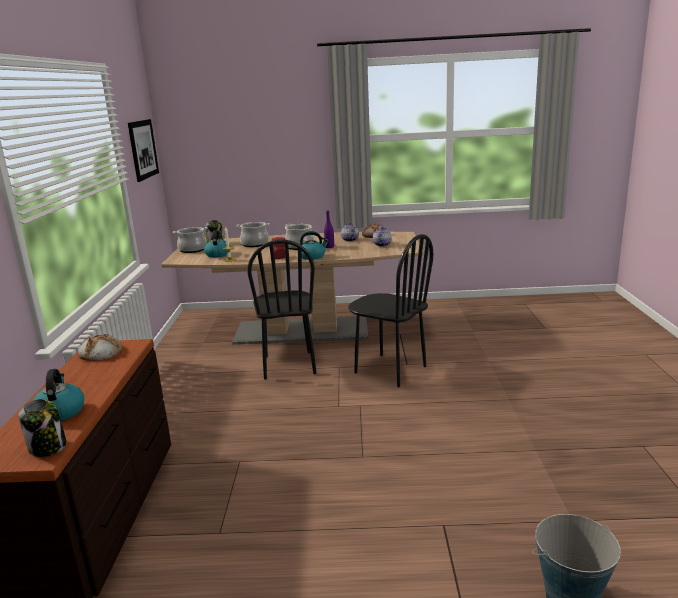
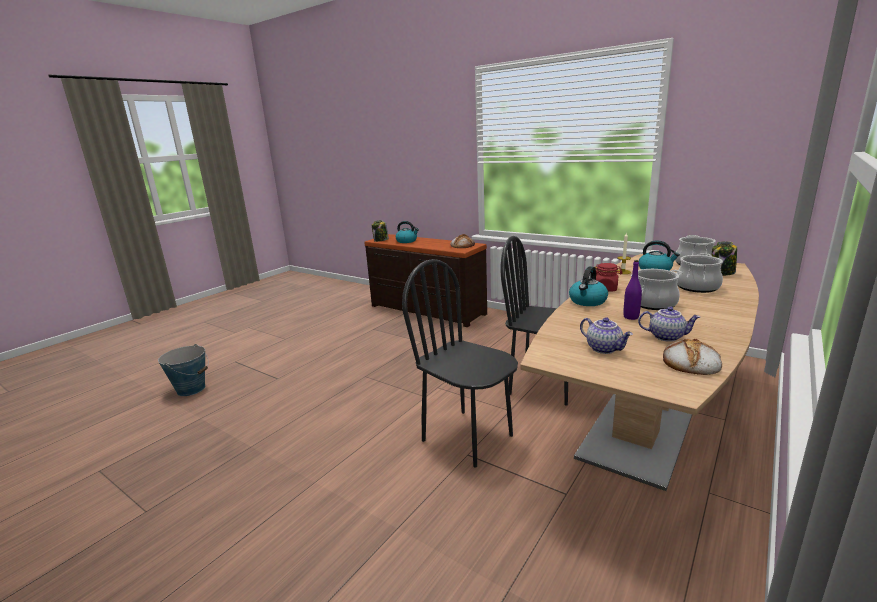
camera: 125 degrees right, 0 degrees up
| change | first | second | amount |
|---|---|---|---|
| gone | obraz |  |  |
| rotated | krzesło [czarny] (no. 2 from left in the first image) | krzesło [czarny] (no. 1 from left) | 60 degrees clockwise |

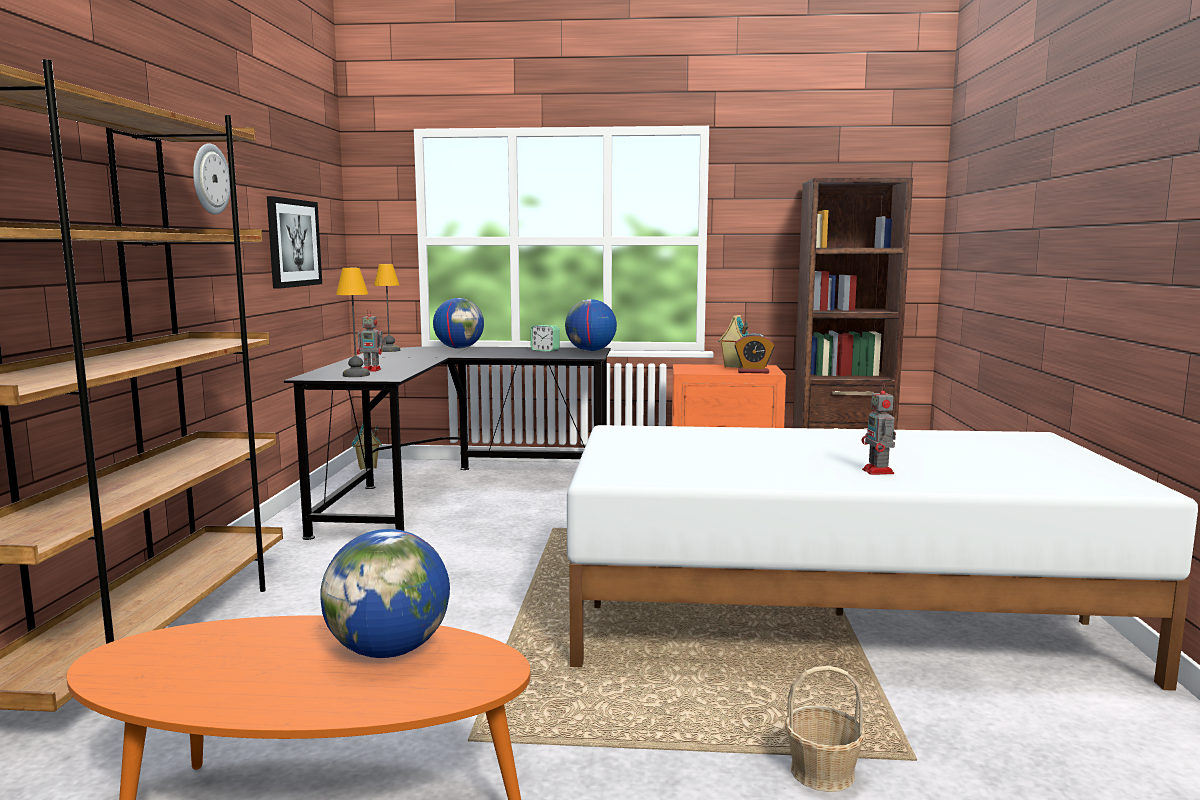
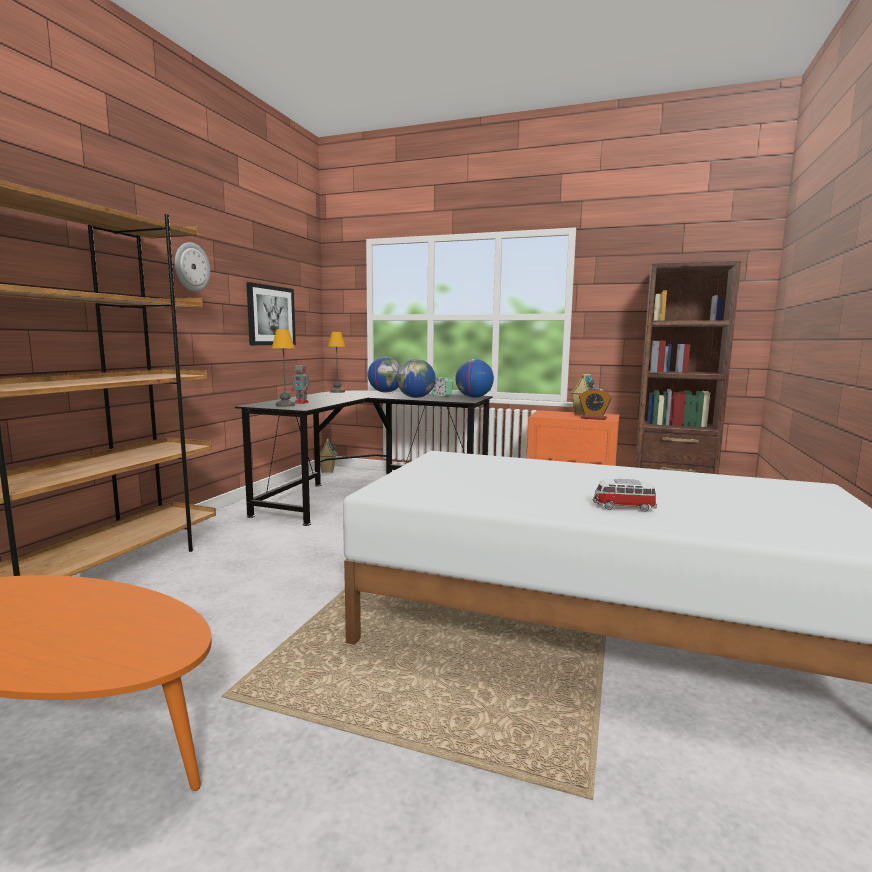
camera: 15 degrees right, 0 degrees up
| change | first | second | amount |
|---|---|---|---|
| gone | koszyk |  |  |
| shifted | globus (no. 1 from left in the first image) | globus (no. 2 from left) |  |
| swapped | robot zabawkowy (no. 2 from left) | samochodzik |  |

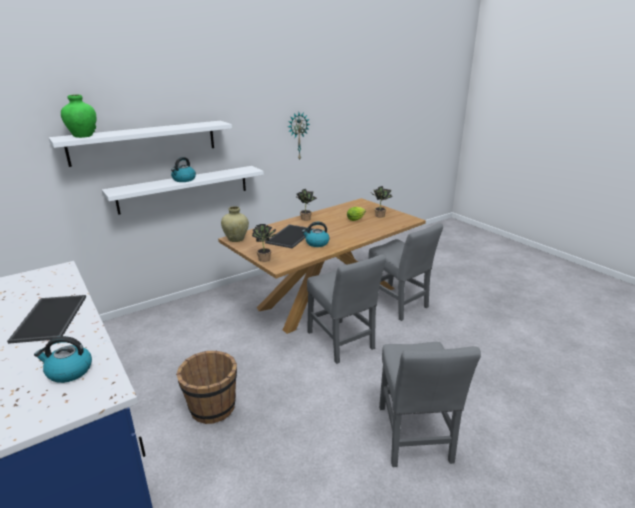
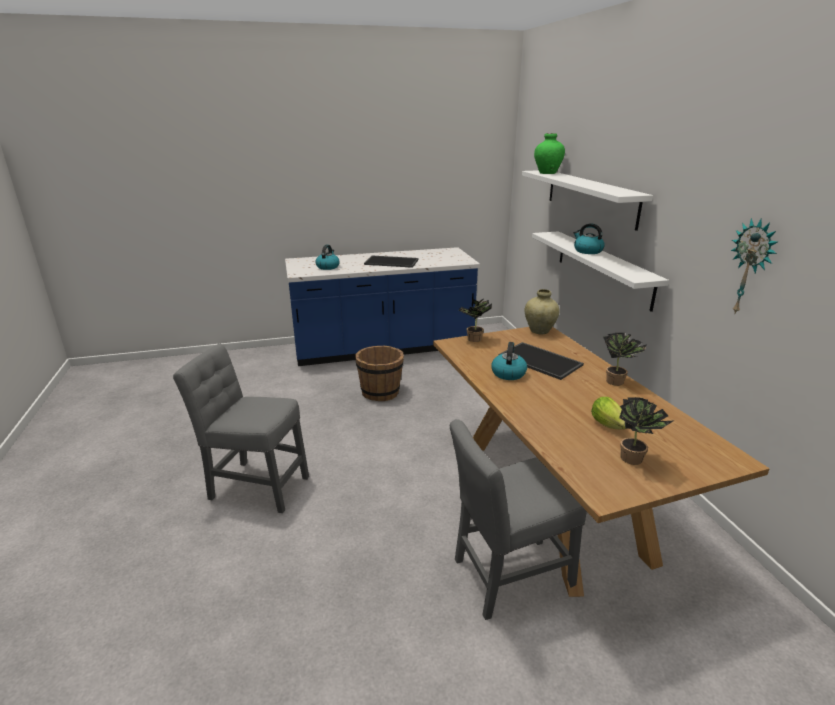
camera: 110 degrees right, 0 degrees up
| change | first | second | amount |
|---|---|---|---|
| gone | krzesło [szary] (no. 1 from left) |  |  |

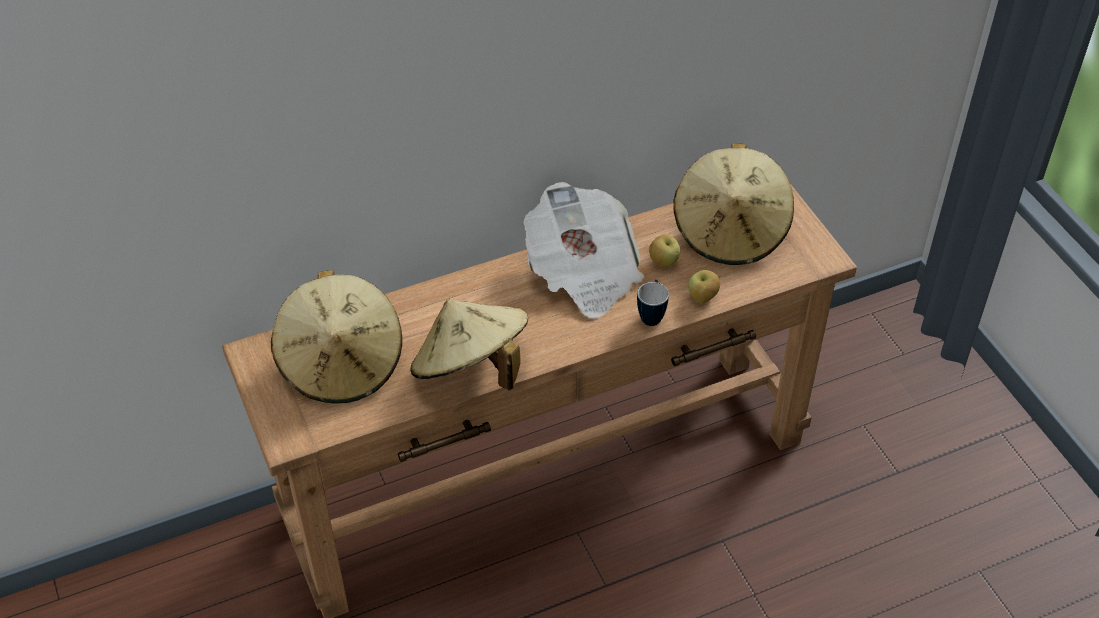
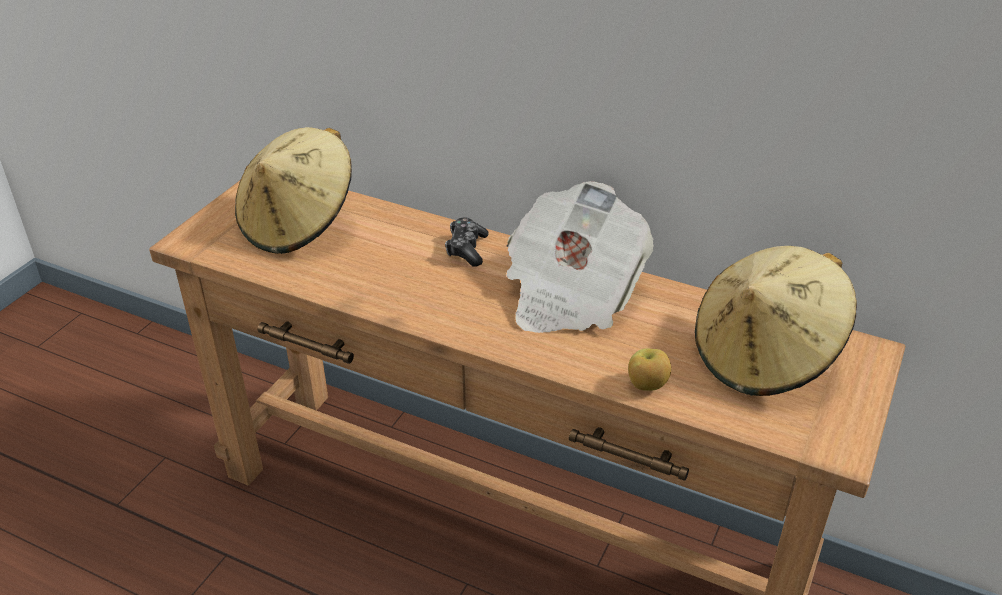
camera: 50 degrees right, 10 degrees down
| change | first | second | amount |
|---|---|---|---|
| gone | kapelusz [beżowy] (no. 2 from left) |  |  |
| gone | kubek |  |  |
| gone | jabłko (no. 1 from left) |  |  |
| new |  | pad do gier |  |

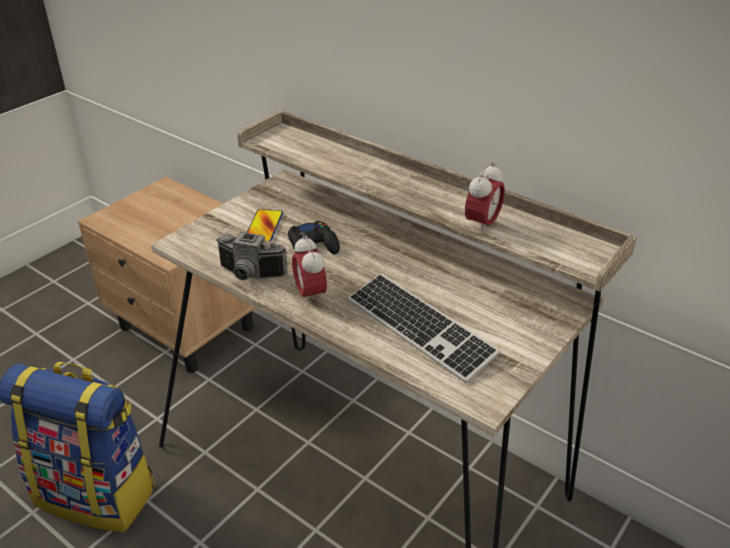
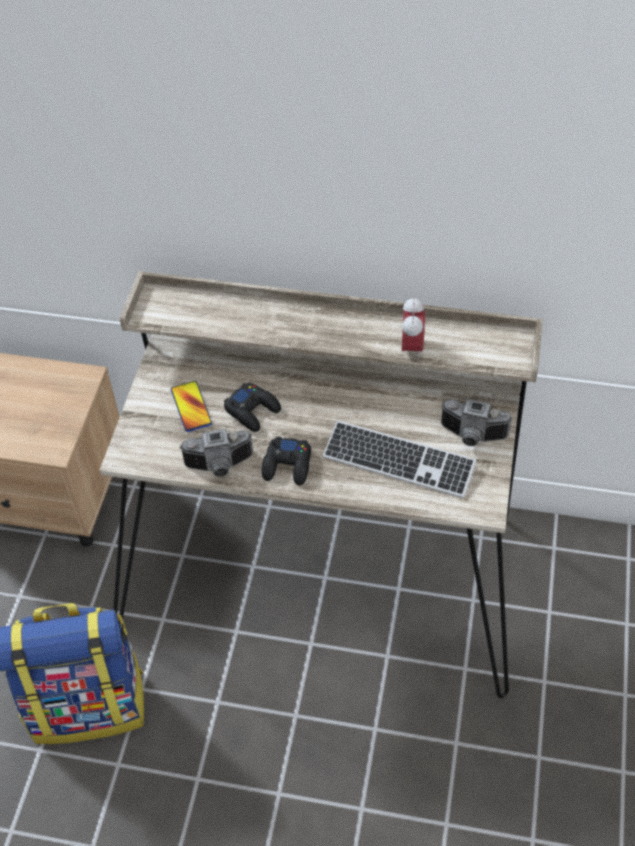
camera: 25 degrees left, 15 degrees up
| change | first | second | amount |
|---|---|---|---|
| new |  | aparat fotograficzny (no. 2 from left) |  |
| swapped | budzik (no. 1 from left) | pad do gier [czarny] (no. 2 from left) |  |

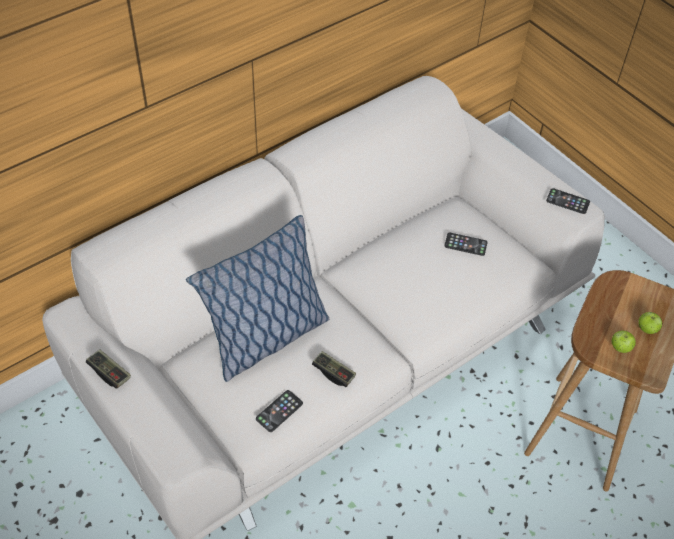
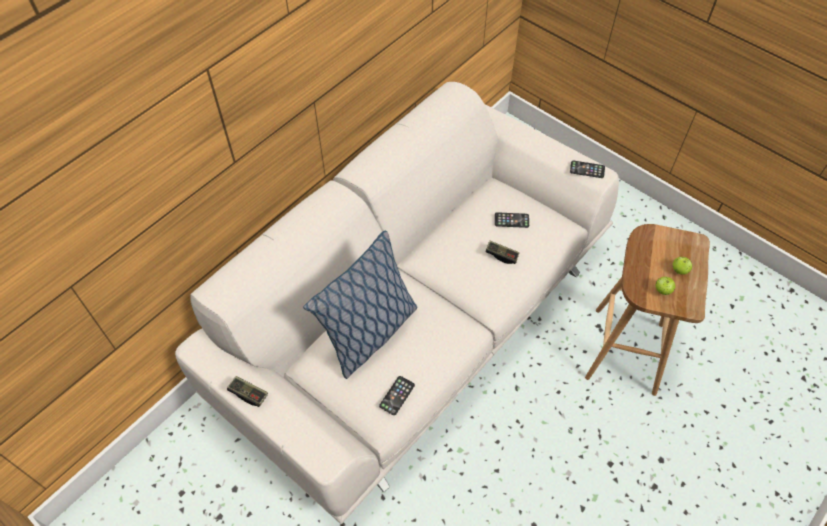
camera: 10 degrees left, 5 degrees up
| change | first | second | amount |
|---|---|---|---|
| shifted | pad do gier (no. 2 from left) |  |  |

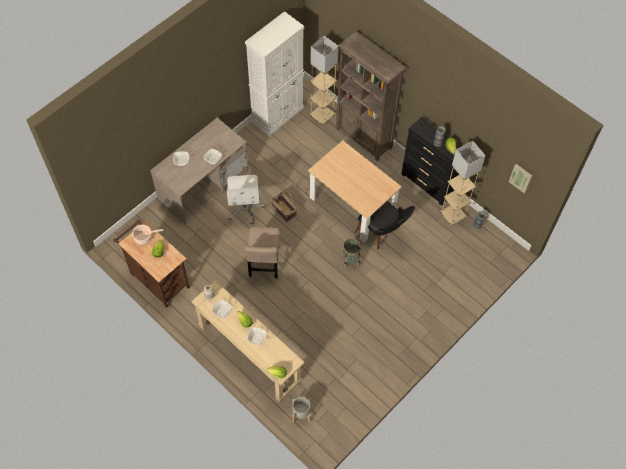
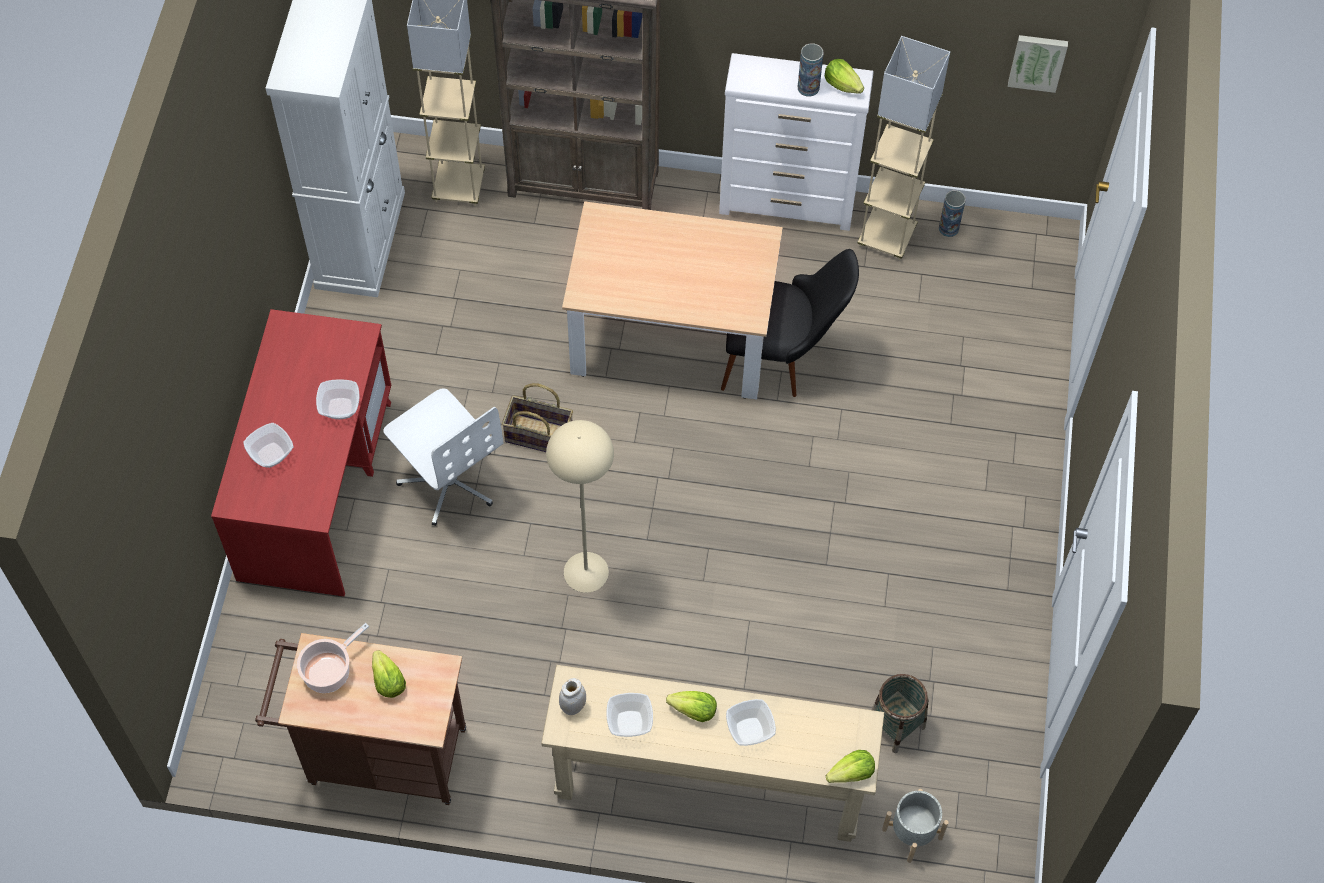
camera: 35 degrees left, 0 degrees up
| change | first | second | amount |
|---|---|---|---|
| shifted | koszyk (no. 2 from left) |  |  |
| swapped | krzesło [beżowy] | lampa stojąca [beżowy] (no. 2 from left) |  |
| repainted | biurko [beżowy] | biurko [czerwony] |  |
| repainted | komoda [czarny] | komoda [biały] |  |

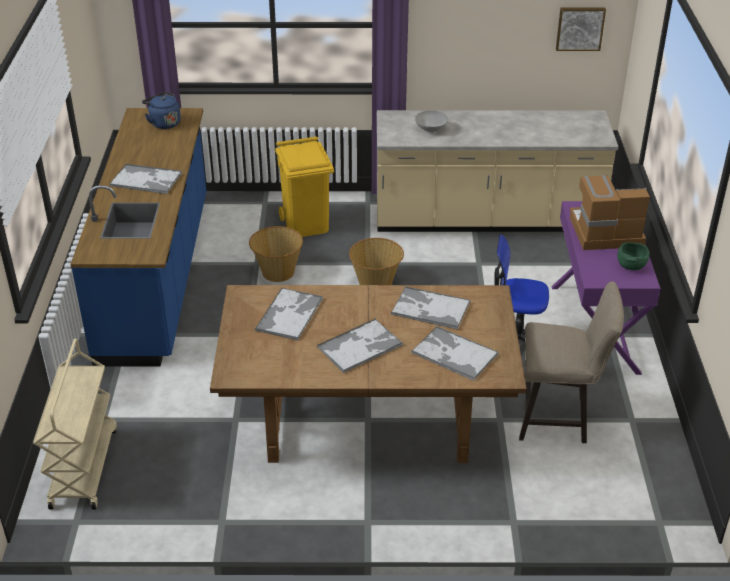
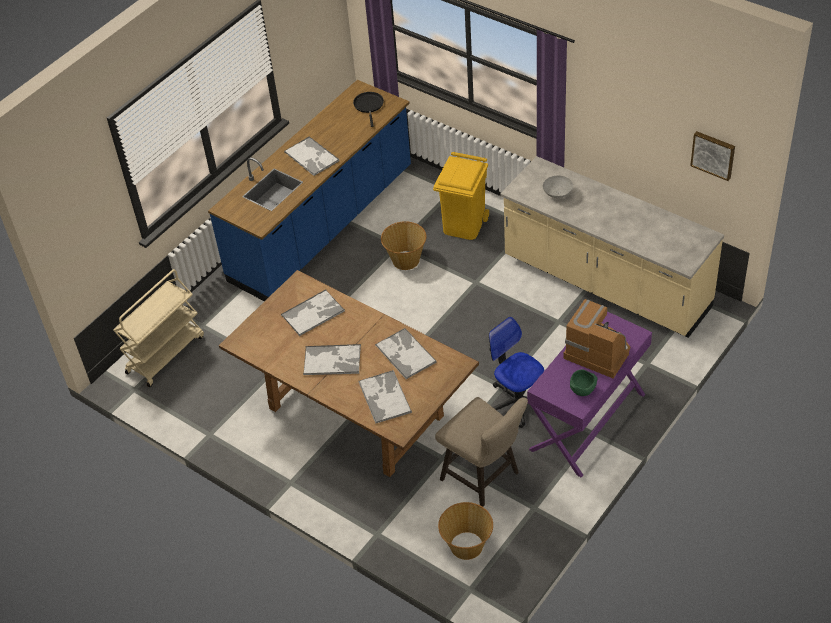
camera: 40 degrees right, 10 degrees up
| change | first | second | amount |
|---|---|---|---|
| shifted | koszyk (no. 2 from left) |  |  |
| swapped | czajnik [niebieski] | patelnia [czarny] |  |

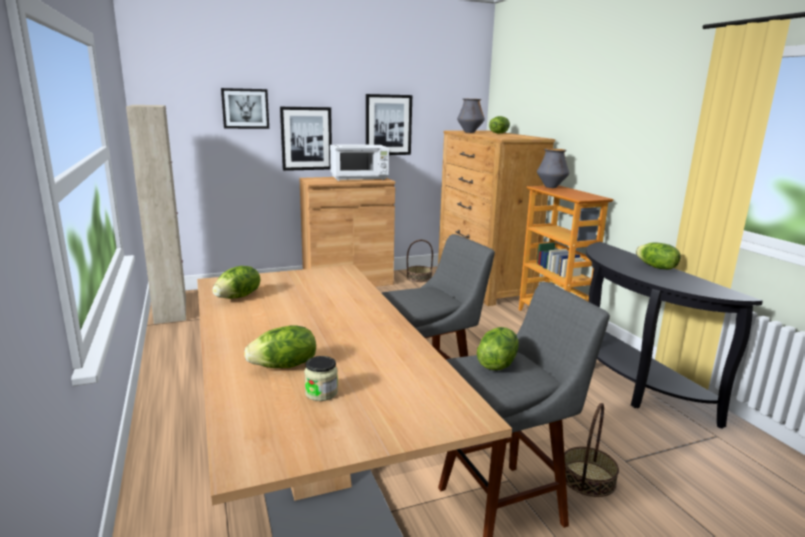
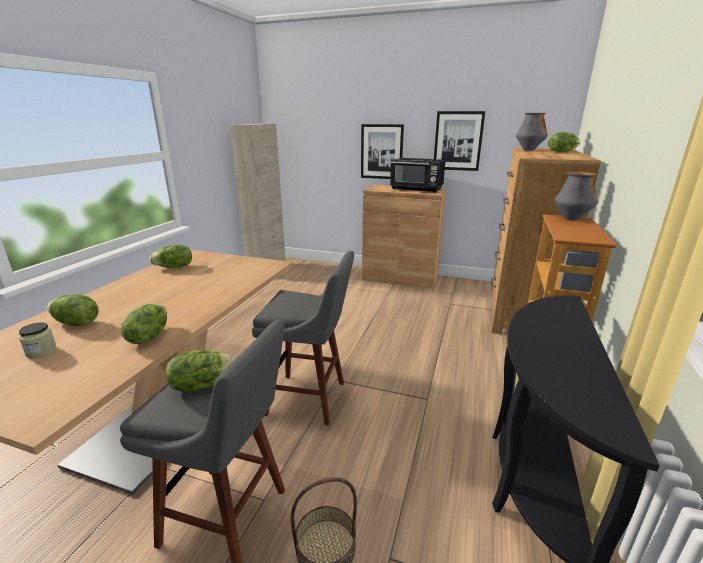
camera: 40 degrees right, 5 degrees up
| change | first | second | amount |
|---|---|---|---|
| gone | obraz (no. 1 from left) |  |  |
| gone | koszyk (no. 1 from left) |  |  |
| shifted | sałata (no. 5 from left in the first image) | sałata (no. 2 from left) |  |
| repainted | mikrofalówka [biały] | mikrofalówka [czarny] |  |

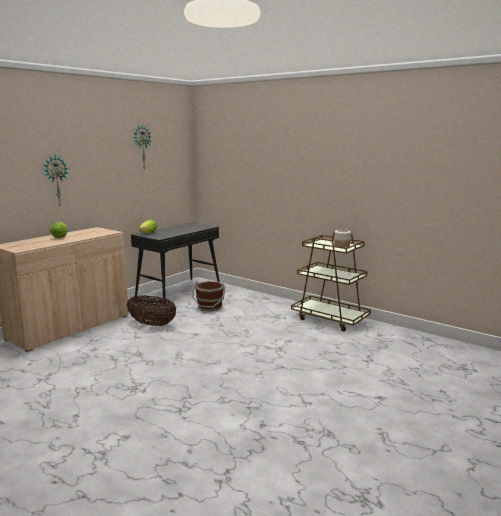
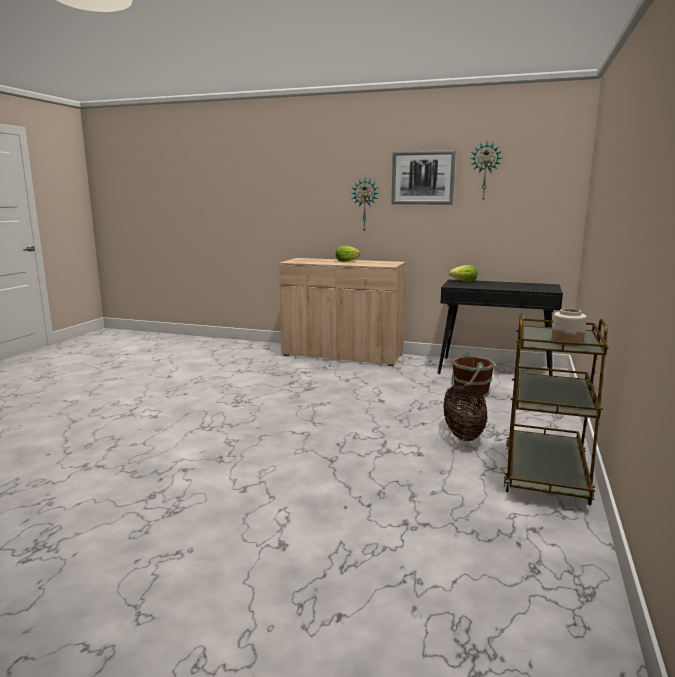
camera: 70 degrees right, 0 degrees up
| change | first | second | amount |
|---|---|---|---|
| new |  | obraz |  |
| shifted | koszyk |  |  |

